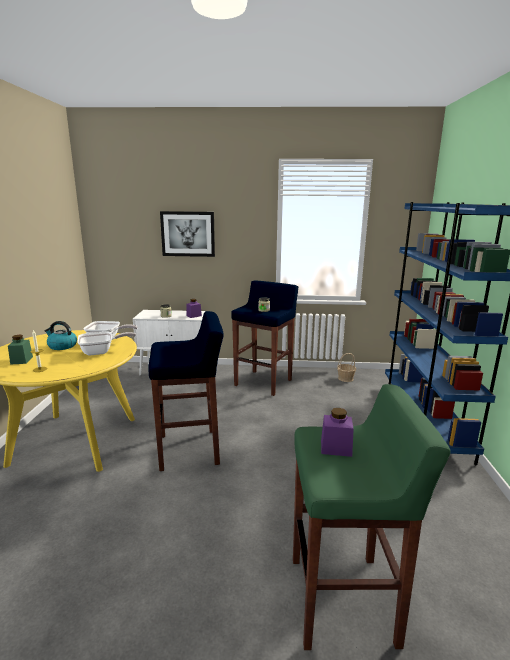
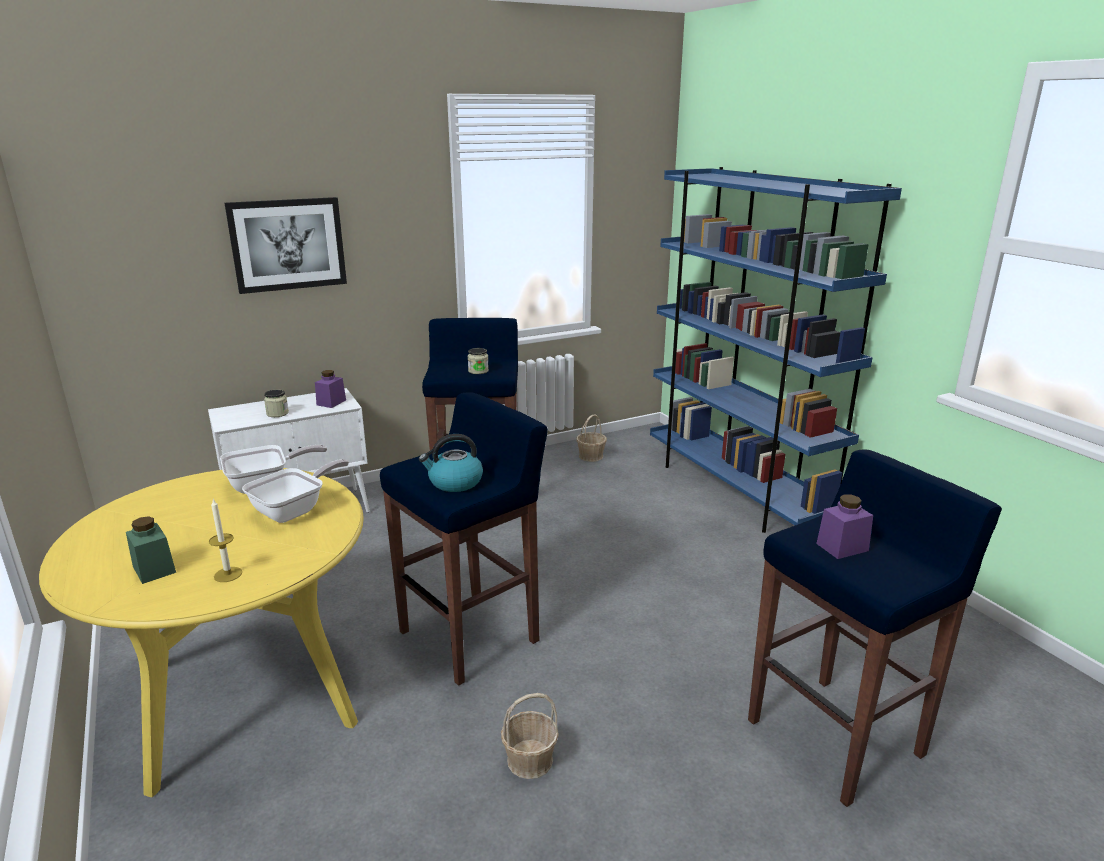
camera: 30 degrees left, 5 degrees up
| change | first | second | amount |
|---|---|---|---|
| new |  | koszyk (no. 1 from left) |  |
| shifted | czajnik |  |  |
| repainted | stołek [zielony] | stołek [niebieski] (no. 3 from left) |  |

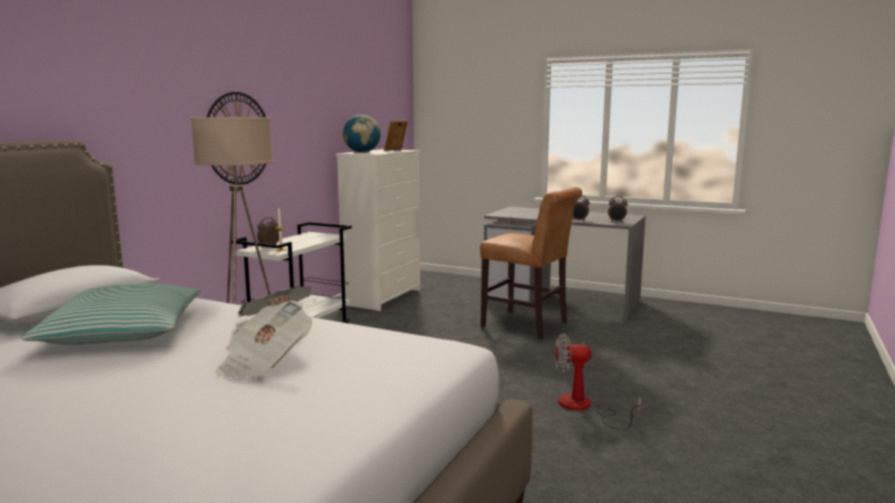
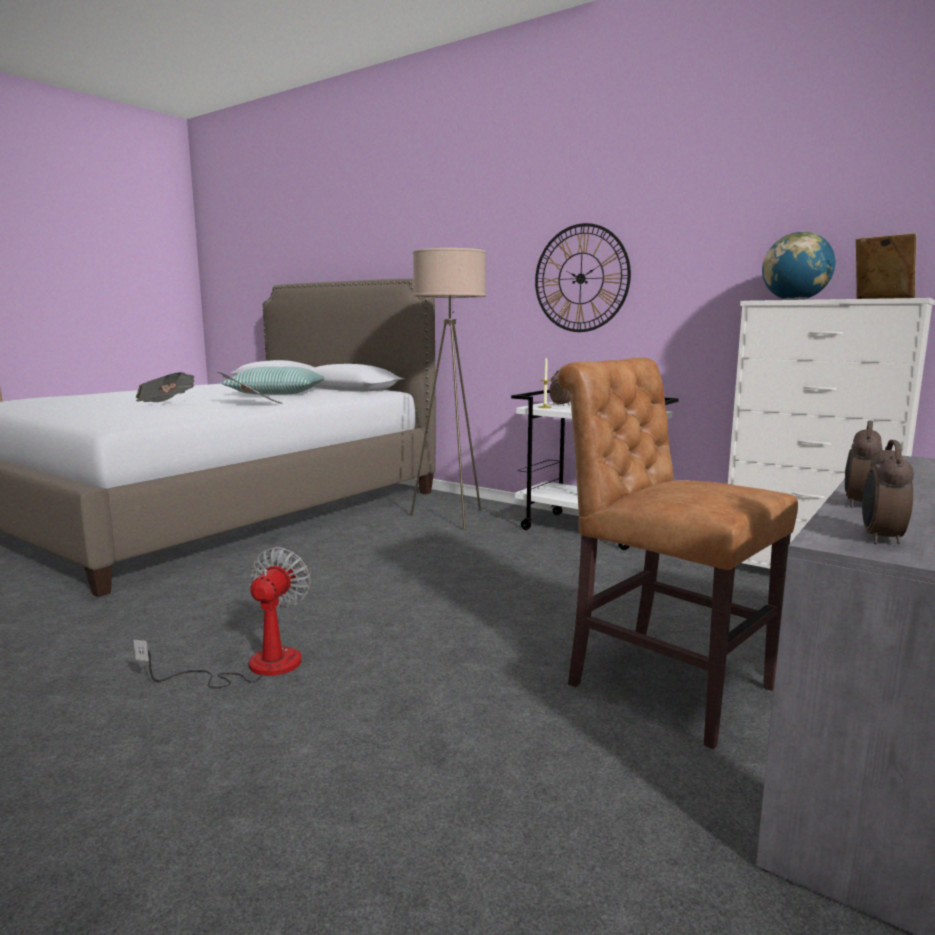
camera: 100 degrees right, 0 degrees up
| change | first | second | amount |
|---|---|---|---|
| rotated | krzesło [brązowy] |  | 90 degrees clockwise |

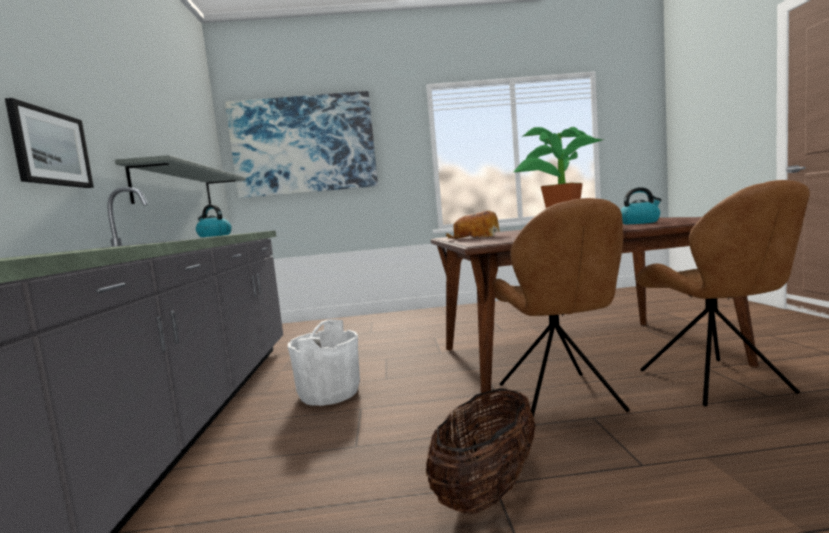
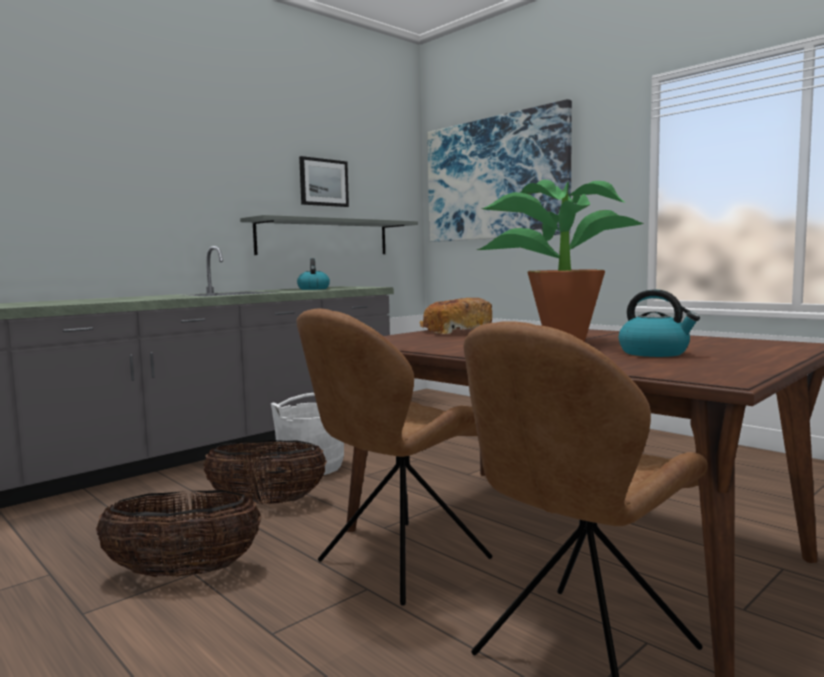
camera: 50 degrees right, 0 degrees up
| change | first | second | amount |
|---|---|---|---|
| new |  | koszyk (no. 2 from left) |  |
| shifted | obraz (no. 1 from left) |  |  |

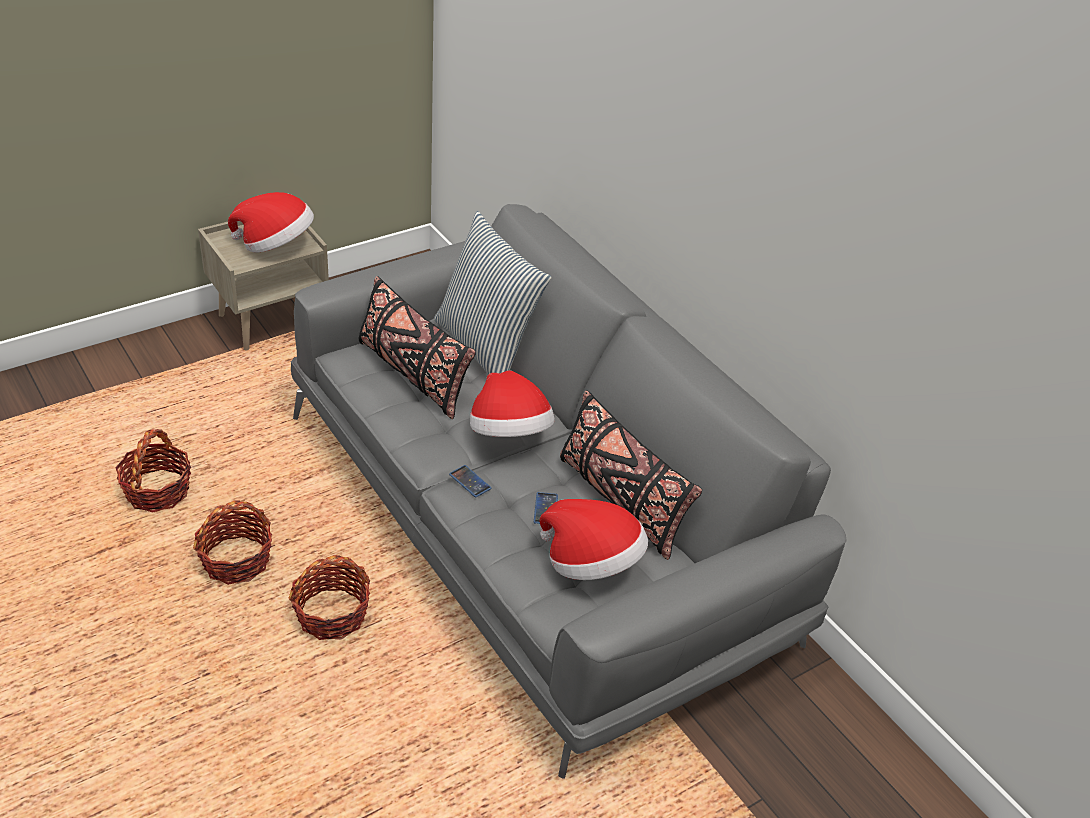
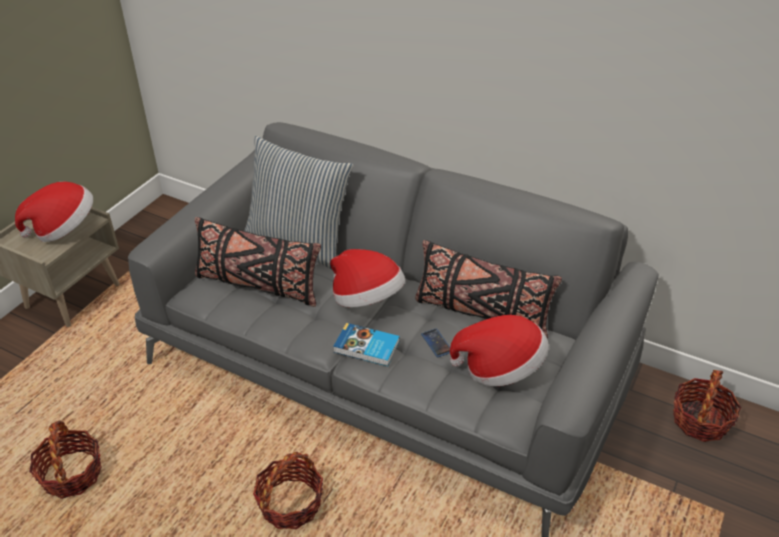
camera: 25 degrees left, 0 degrees up
| change | first | second | amount |
|---|---|---|---|
| shifted | koszyk (no. 2 from left in the first image) | koszyk (no. 3 from left) |  |
| swapped | telefon (no. 1 from left) | książka |  |

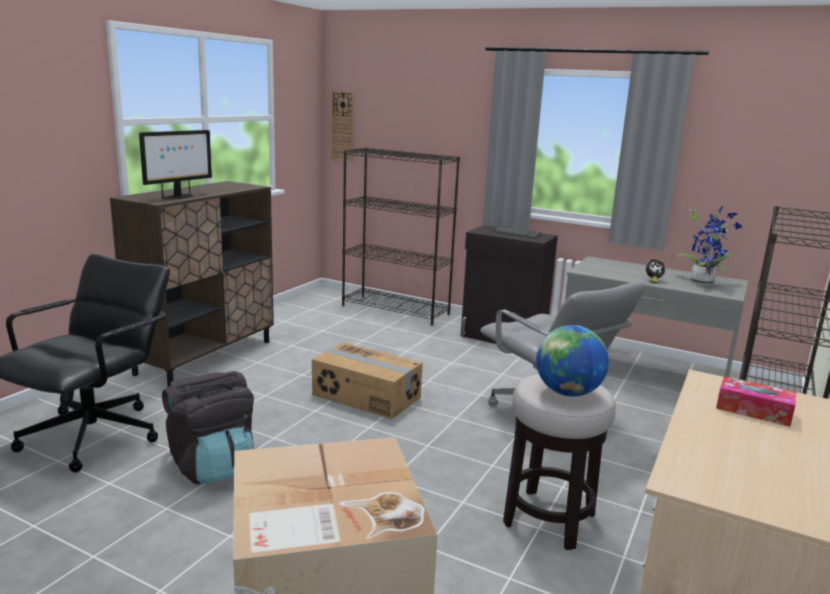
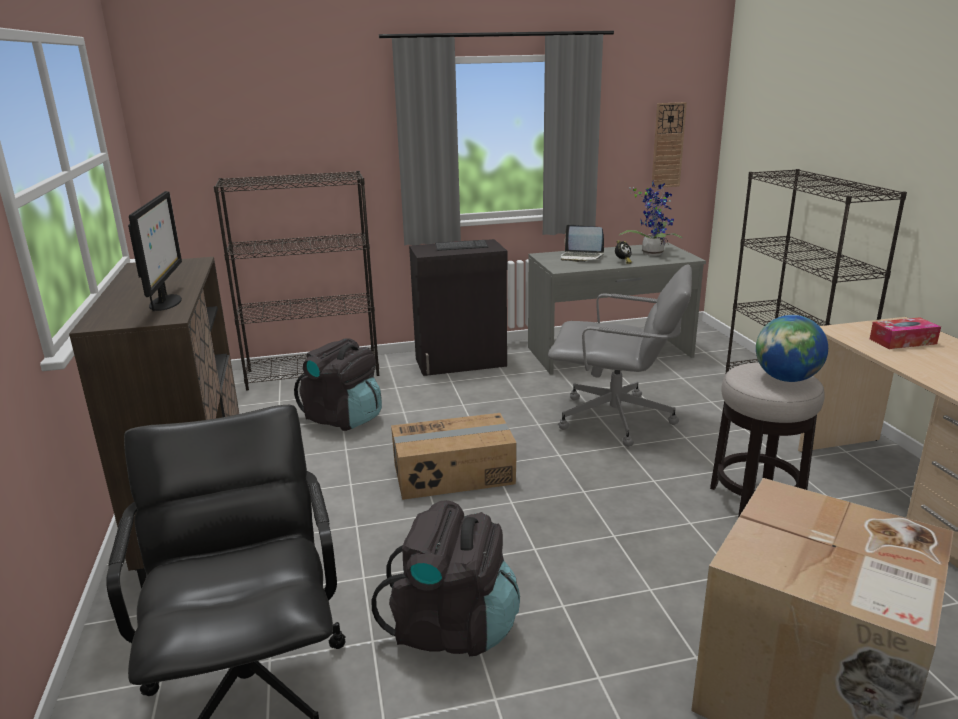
camera: 40 degrees left, 5 degrees up
| change | first | second | amount |
|---|---|---|---|
| new |  | plecak [czarny] (no. 1 from left) |  |
| new |  | laptop |  |
| shifted | zegar ścienny |  |  |

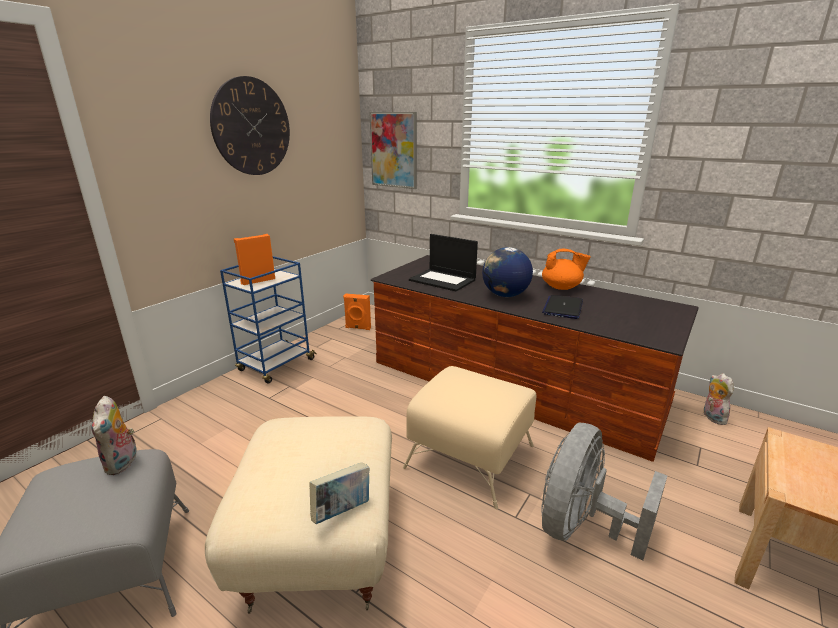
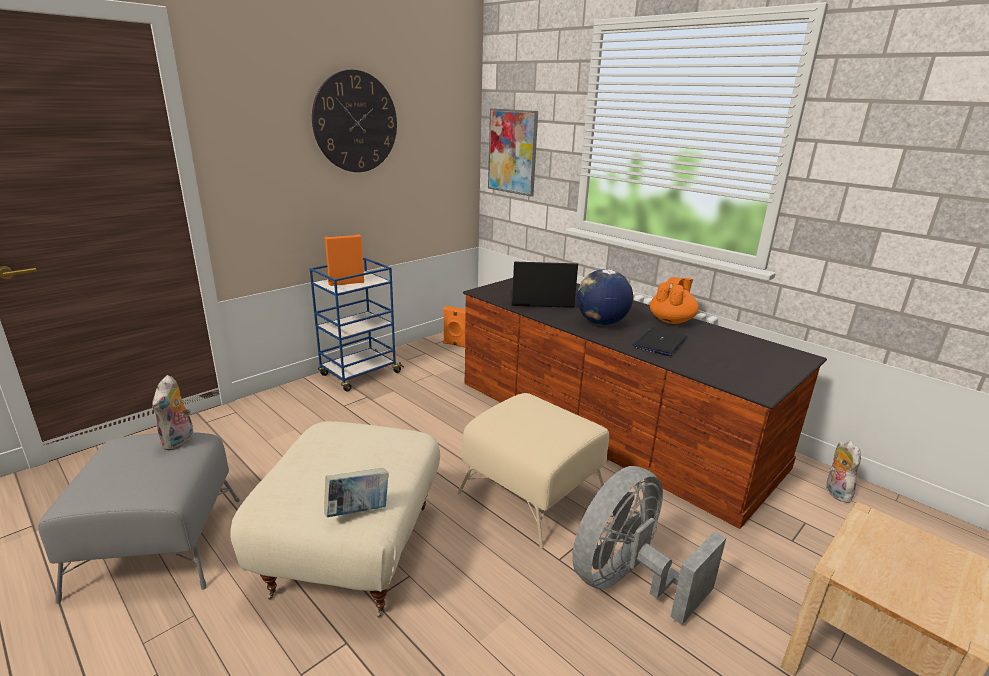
camera: 10 degrees right, 0 degrees up
| change | first | second | amount |
|---|---|---|---|
| rotated | laptop (no. 1 from left) |  | 135 degrees clockwise |
| rotated | imbryk [pomarańczowy] |  | 75 degrees counterclockwise |

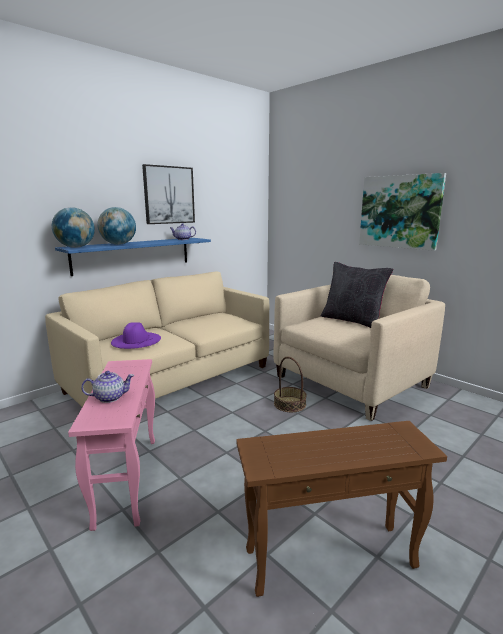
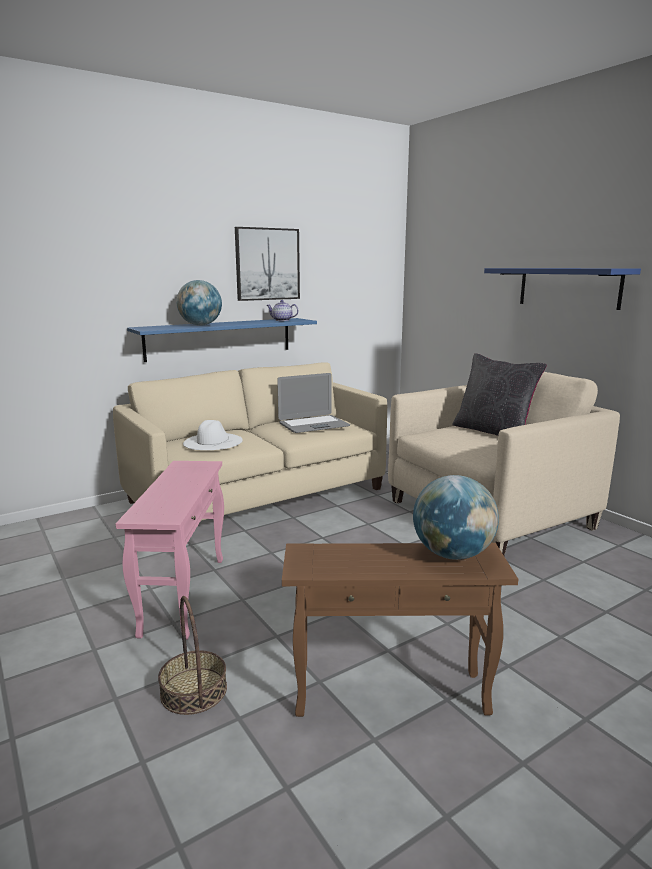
camera: 10 degrees right, 0 degrees up
| change | first | second | amount |
|---|---|---|---|
| gone | imbryk (no. 1 from left) |  |  |
| new |  | laptop |  |
| shifted | globus (no. 1 from left in the first image) | globus (no. 2 from left) |  |
| shifted | koszyk |  |  |
| swapped | obraz (no. 2 from left) | półka [niebieski] (no. 2 from left) |  |
| repainted | kapelusz [fioletowy] | kapelusz [biały] |  |

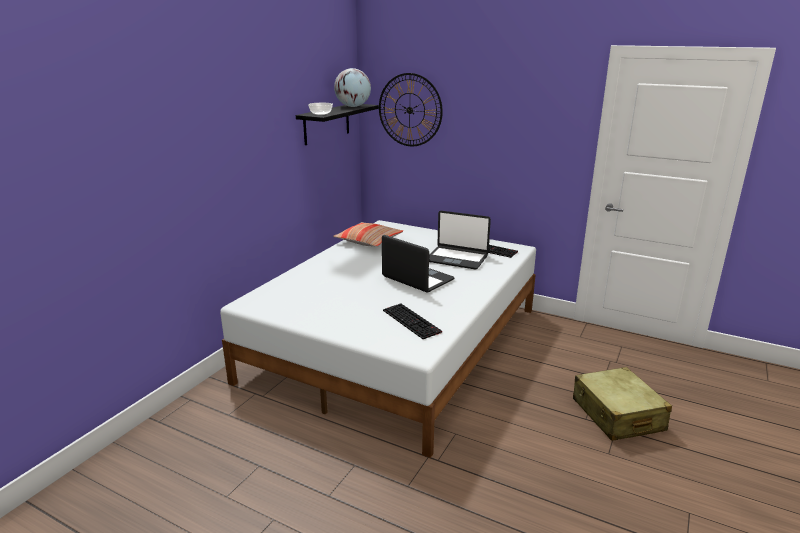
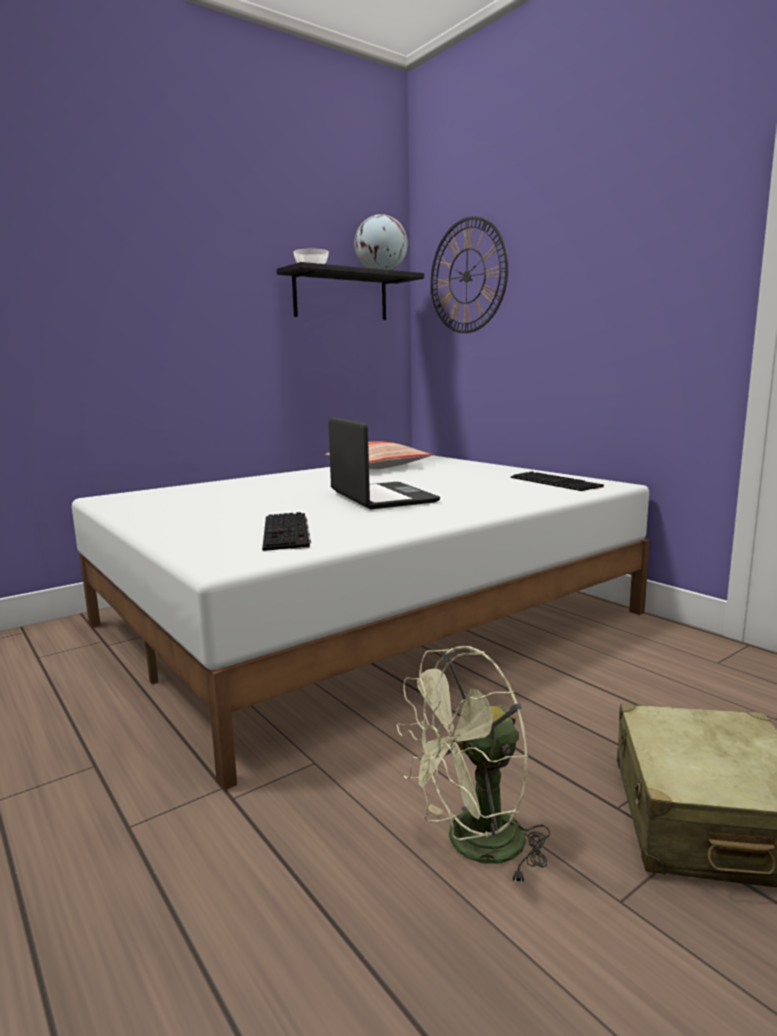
camera: 25 degrees right, 10 degrees down
| change | first | second | amount |
|---|---|---|---|
| gone | laptop (no. 2 from left) |  |  |
| new |  | wentylator [zielony] |  |

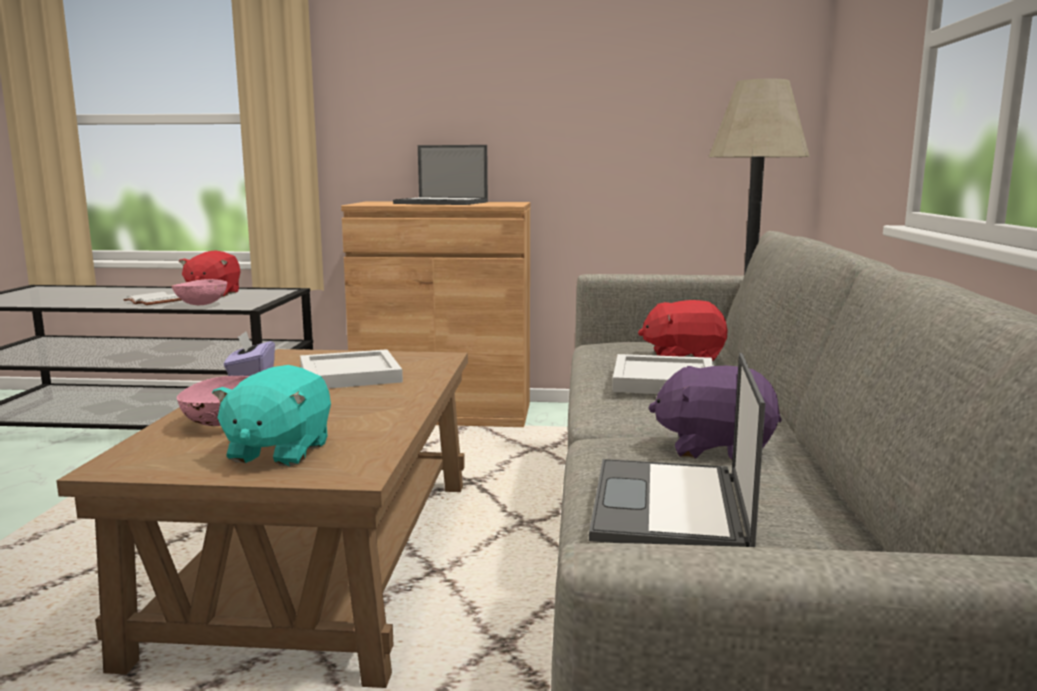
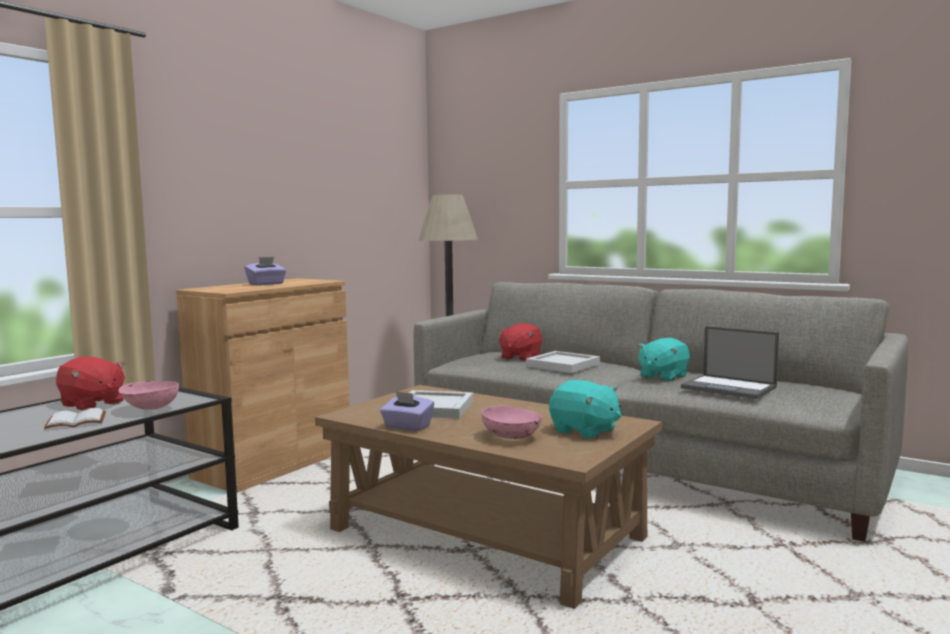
camera: 60 degrees left, 5 degrees down
| change | first | second | amount |
|---|---|---|---|
| swapped | laptop (no. 1 from left) | pudełko chusteczek [fioletowy] (no. 1 from left) |  |
| repainted | pluszak [fioletowy] | pluszak [turkusowy] (no. 2 from left) |  |

